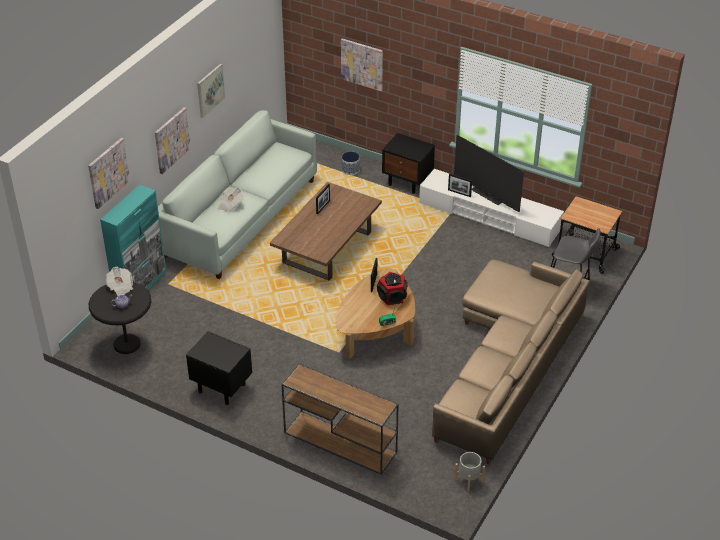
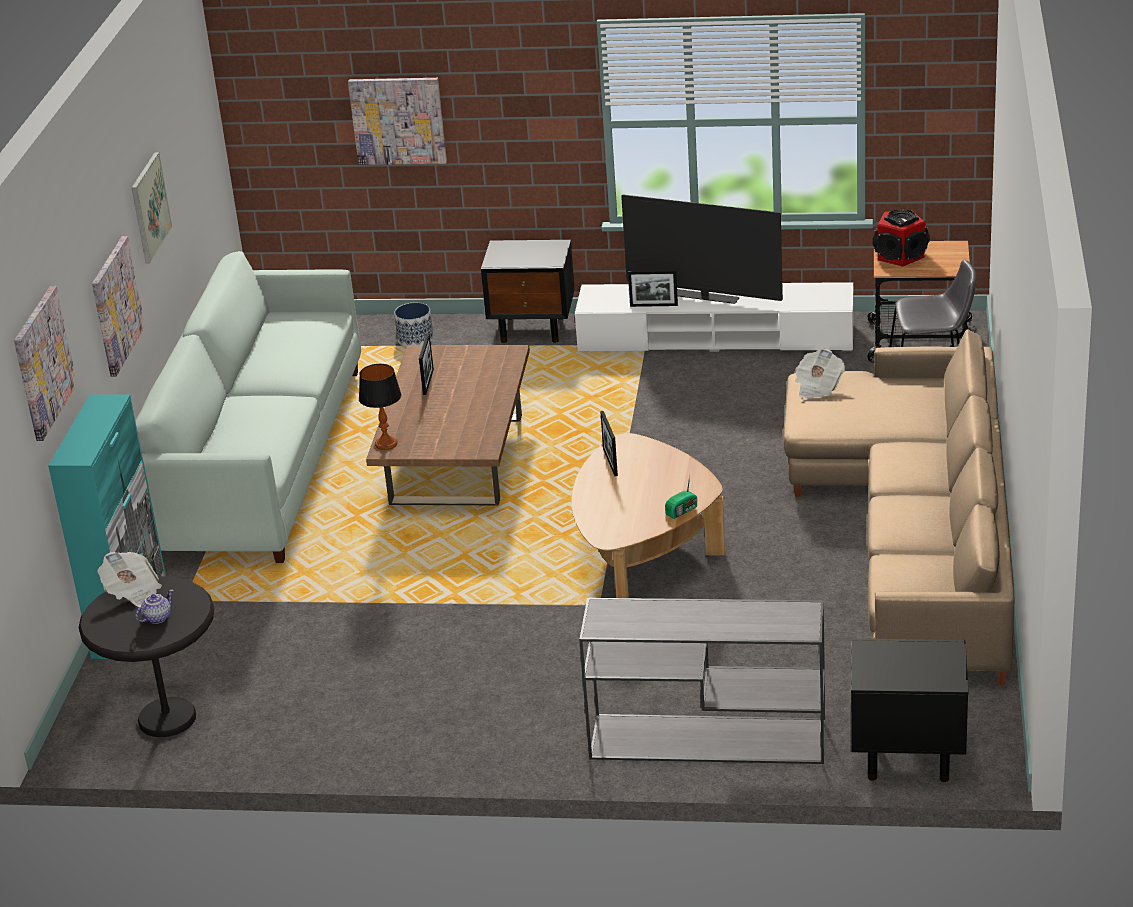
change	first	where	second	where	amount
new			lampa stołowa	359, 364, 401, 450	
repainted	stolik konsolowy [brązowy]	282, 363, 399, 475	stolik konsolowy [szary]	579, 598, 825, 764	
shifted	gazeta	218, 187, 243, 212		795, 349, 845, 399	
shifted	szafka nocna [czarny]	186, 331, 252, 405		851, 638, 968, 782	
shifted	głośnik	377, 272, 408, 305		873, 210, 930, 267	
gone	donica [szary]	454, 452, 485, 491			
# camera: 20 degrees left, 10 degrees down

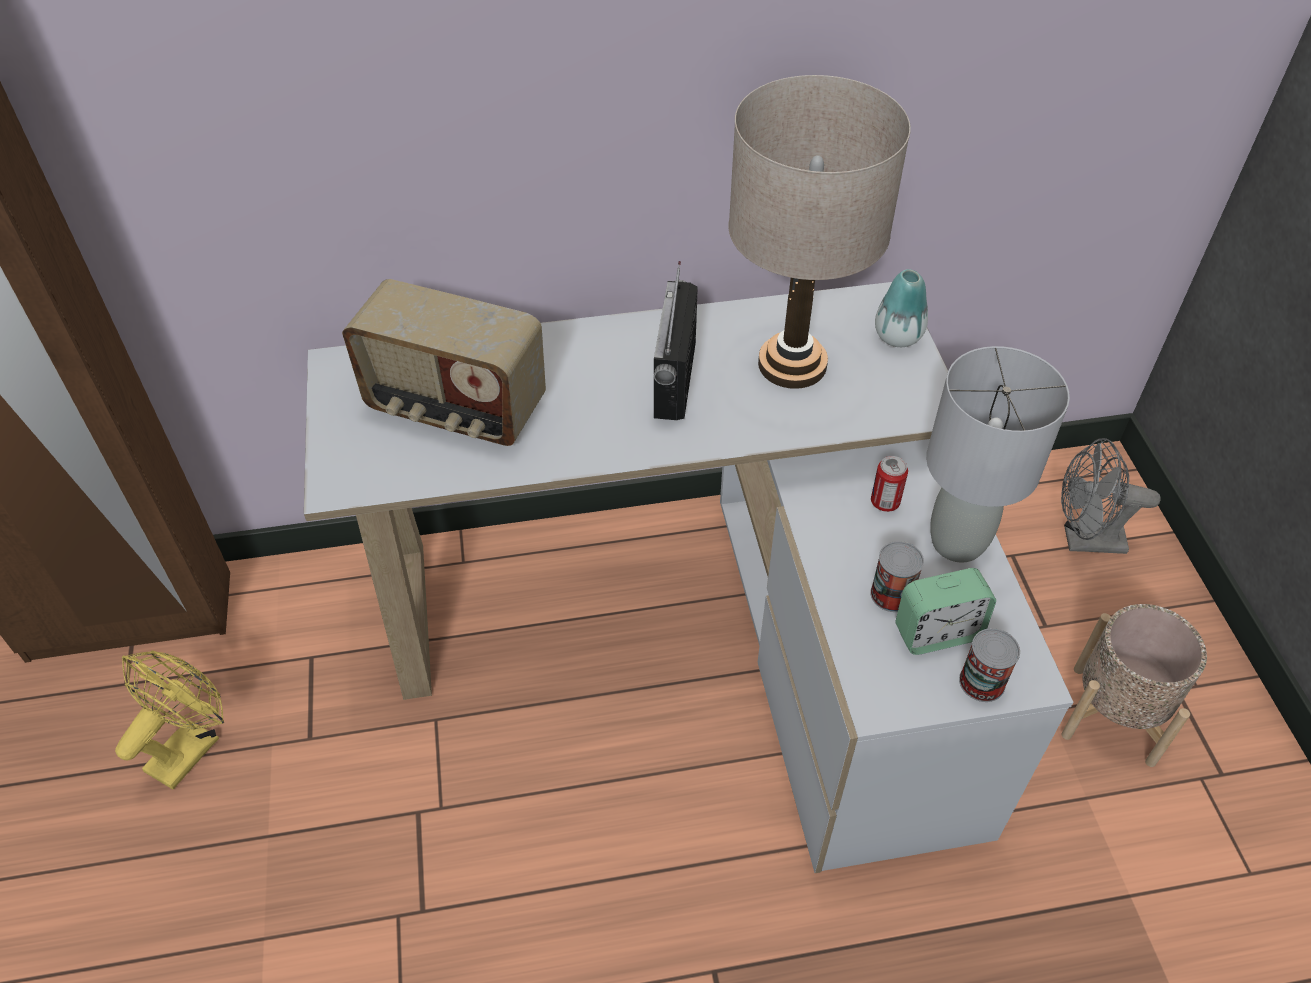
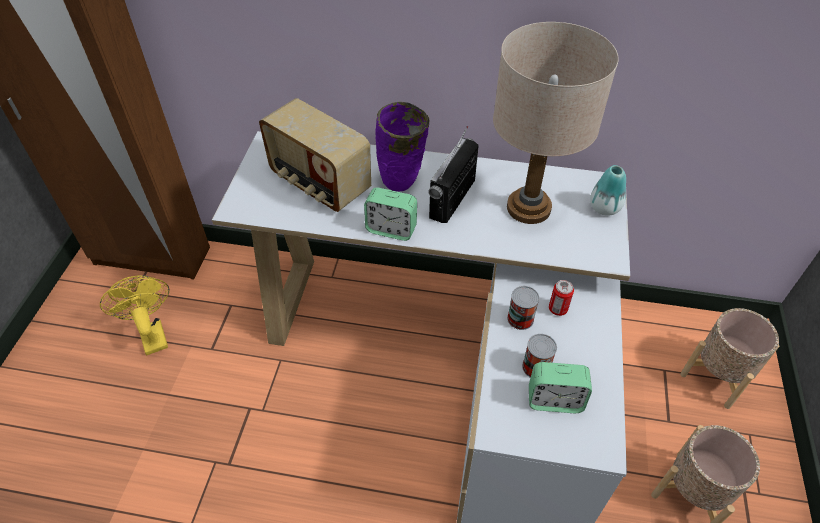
change	first	where	second	where	amount
rotated	wentylator [żółty]	115, 650, 224, 789		100, 275, 170, 355	75 degrees counterclockwise
new			budzik	364, 187, 417, 241	
new			wazon [fioletowy]	376, 102, 429, 192	
shifted	puszka	959, 628, 1020, 702		507, 286, 539, 330	
swapped	wentylator [szary]	1061, 438, 1161, 554	donica [beżowy]	680, 308, 779, 409	
gone	lampa stołowa [szary]	926, 346, 1070, 562			
# camera: 20 degrees right, 0 degrees up

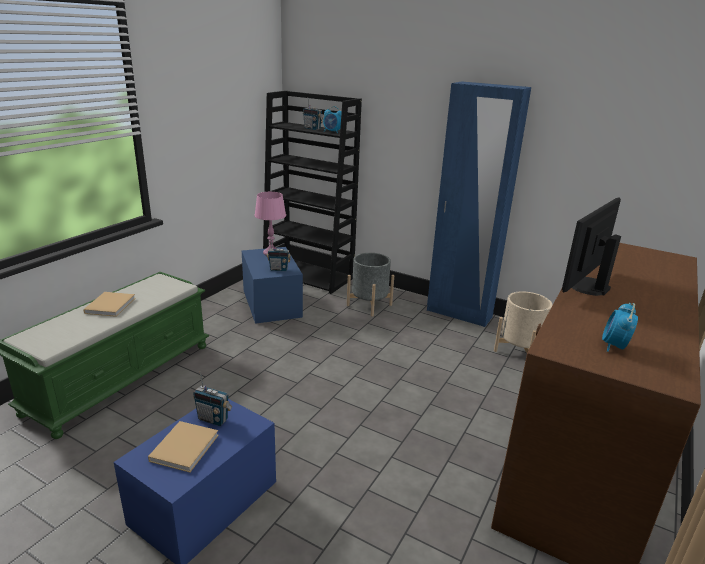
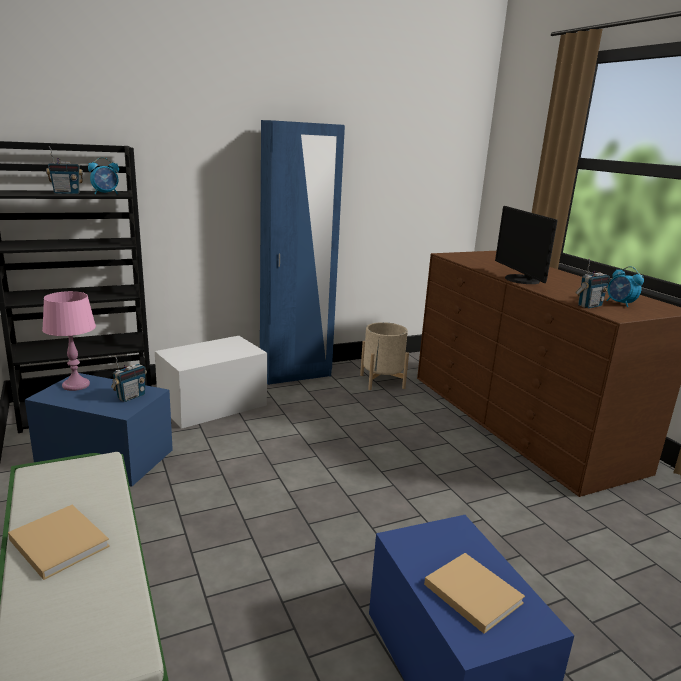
change	first	where	second	where	amount
swapped	donica [szary]	347, 253, 394, 316	pojemnik do przechowywania [biały]	155, 336, 267, 429	
shifted	radio	193, 371, 232, 426		575, 258, 610, 309	
# camera: 55 degrees left, 5 degrees down

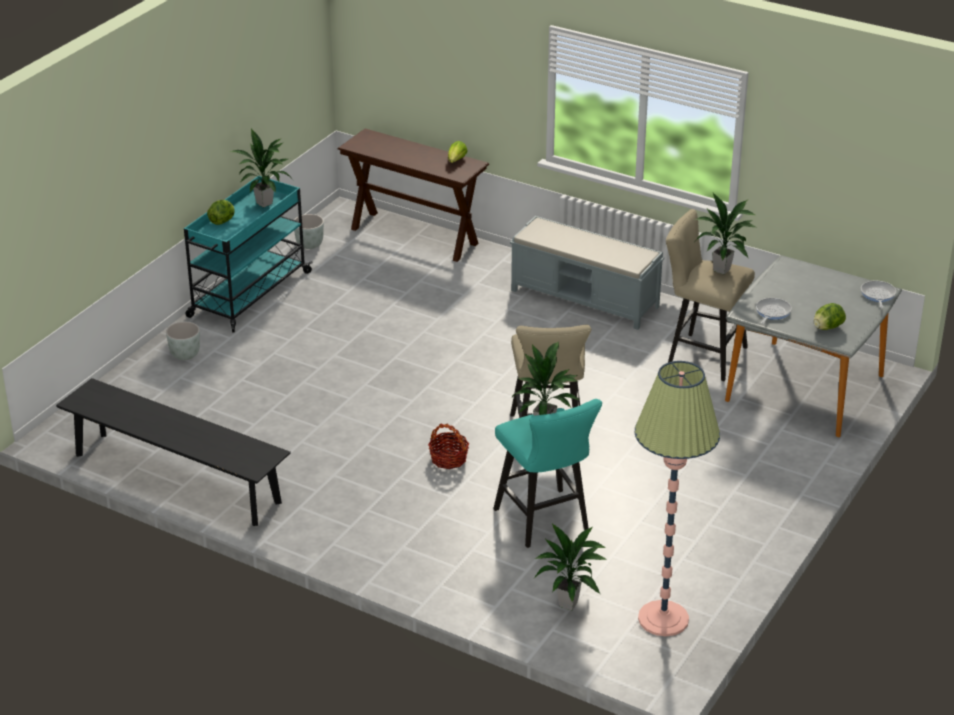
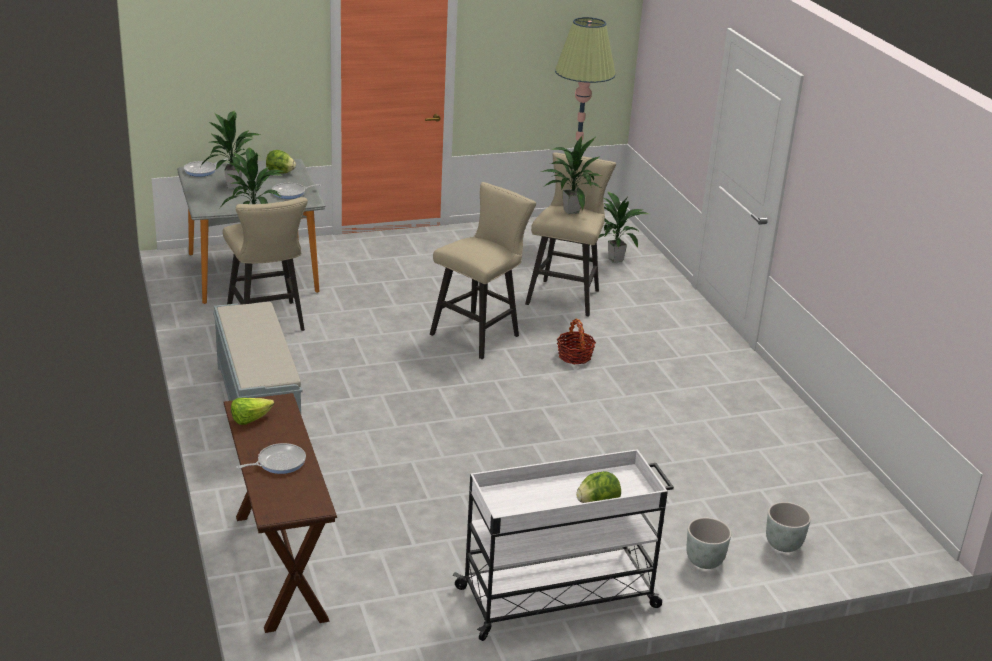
change	first	where	second	where	amount
shifted	roślina doniczkowa	229, 128, 290, 207		201, 110, 260, 189	
new			patelnia	236, 443, 306, 474	
repainted	wózek [turkusowy]	184, 176, 313, 332	wózek [biały]	453, 449, 674, 641	
repainted	stołek [turkusowy]	493, 399, 602, 548	stołek [beżowy]	525, 153, 616, 317	
shifted	donica [szary]	294, 214, 324, 249		766, 502, 811, 552	
gone	ławka [czarny]	56, 378, 291, 526			
# camera: 140 degrees left, 5 degrees down

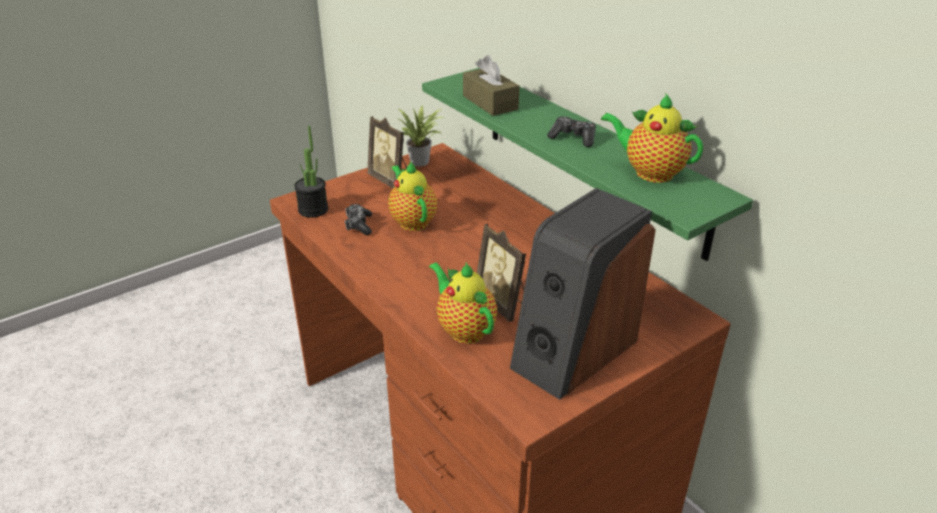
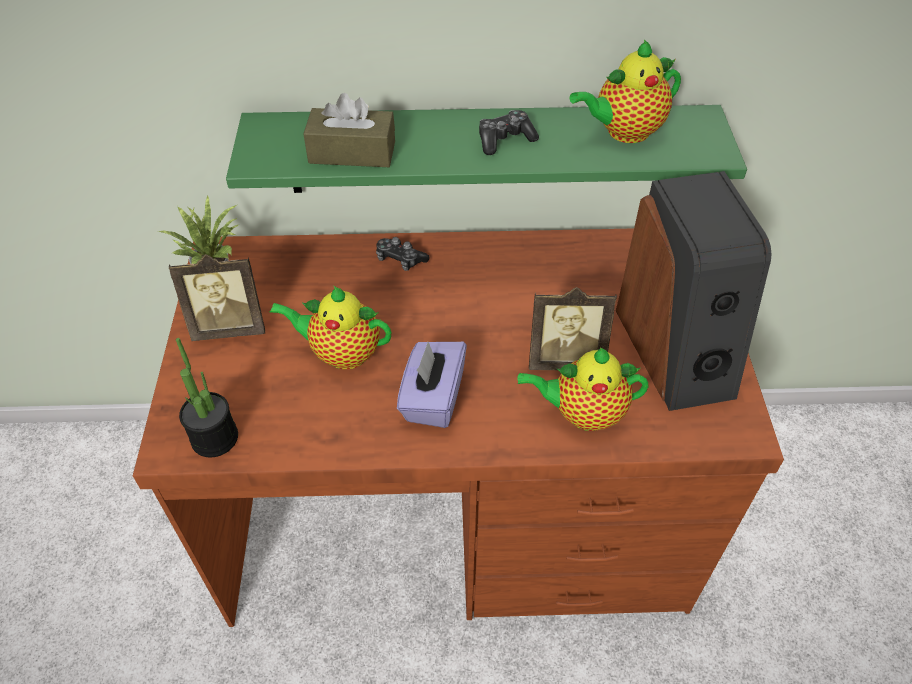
change	first	where	second	where	amount
shifted	pad do gier	344, 204, 372, 235		376, 237, 430, 271	
new			pudełko chusteczek [fioletowy]	397, 342, 467, 428	
# camera: 55 degrees left, 15 degrees up

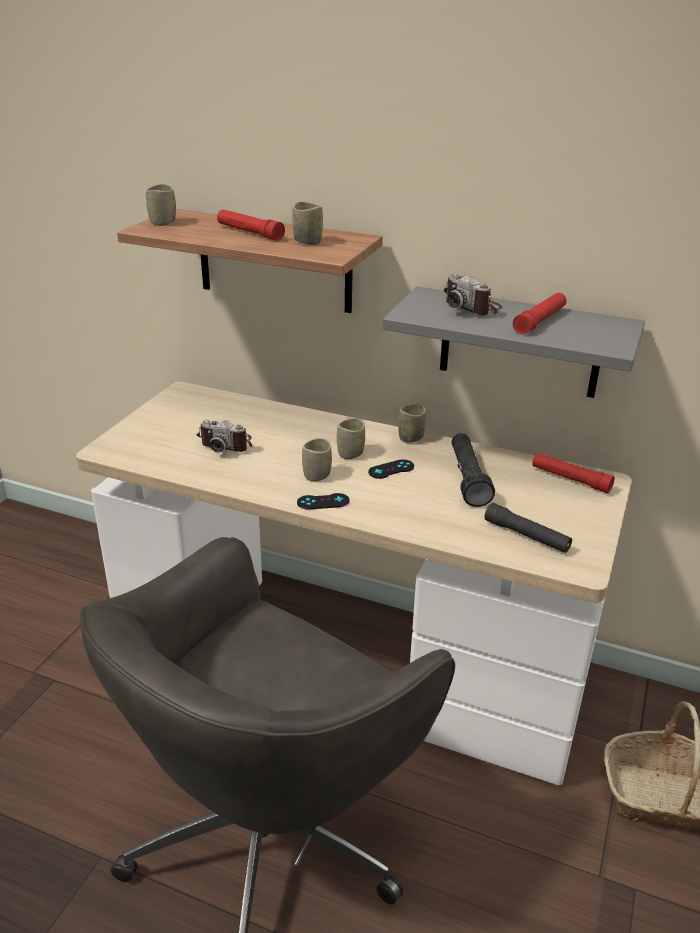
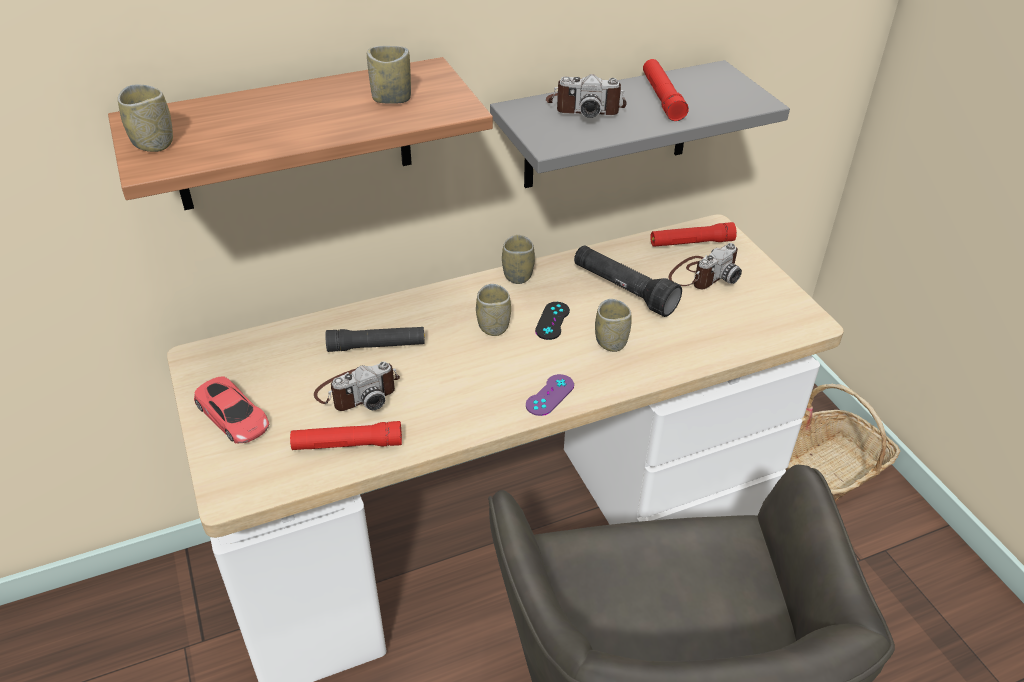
change	first	where	second	where	amount
new			samochodzik [czerwony]	194, 376, 269, 444	
shifted	latarka [czerwony]	217, 209, 285, 241		290, 421, 402, 450	
shifted	latarka [czarny]	484, 503, 572, 553		325, 327, 425, 352	
repainted	pad do gier [czarny]	297, 493, 350, 509	pad do gier [fioletowy]	526, 374, 574, 416	
shifted	filiżanka	302, 438, 332, 482		595, 299, 631, 352	
new			aparat fotograficzny	669, 243, 742, 289	
# camera: 45 degrees left, 10 degrees up

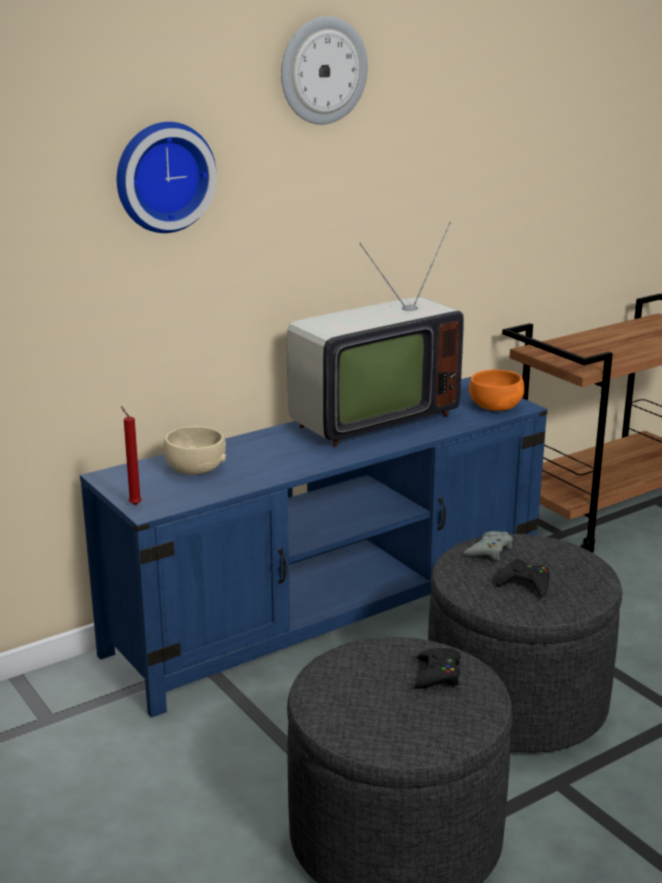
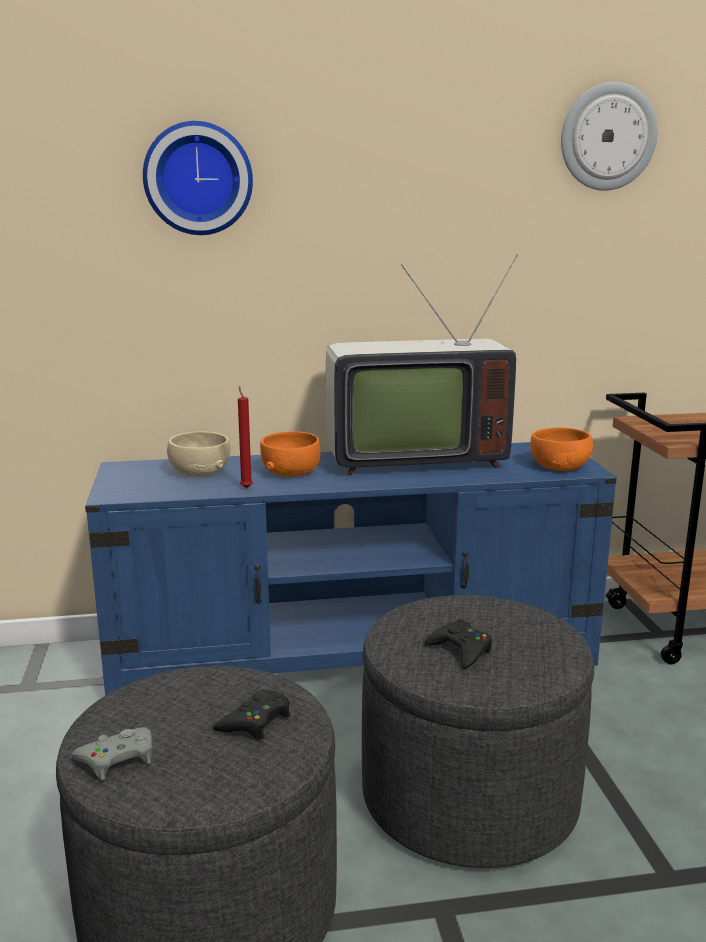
change	first	where	second	where	amount
shifted	pad do gier [szary]	463, 531, 513, 560		72, 727, 153, 780	
shifted	świeca [czerwony]	121, 406, 142, 505		238, 386, 253, 488	
new			miska [pomarańczowy]	260, 431, 320, 477	
shifted	zegar ścienny	281, 16, 368, 125		561, 82, 658, 191	
# camera: 25 degrees right, 5 degrees down

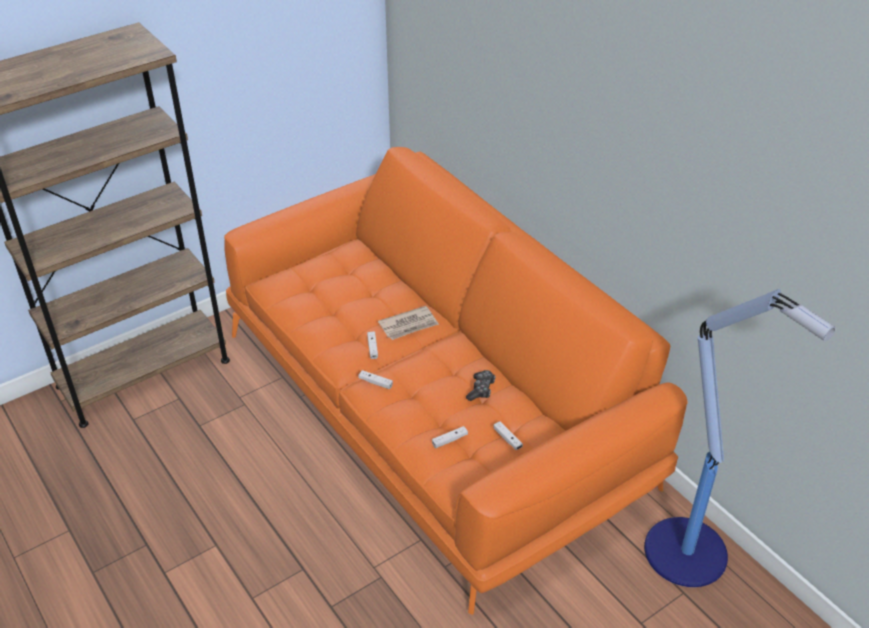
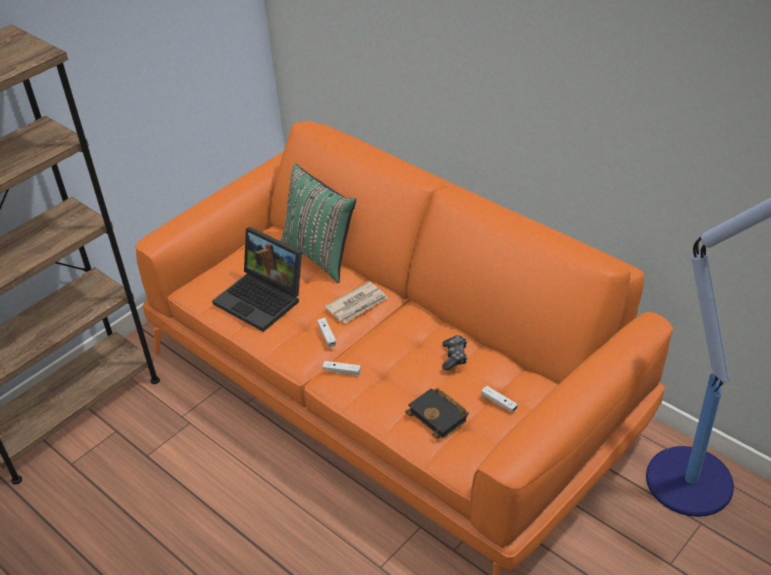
change	first	where	second	where	amount
new			laptop	212, 227, 302, 332	
new			poduszka [zielony]	280, 164, 356, 283	
swapped	pad do gier [biały]	432, 426, 468, 448	książka [czarny]	405, 388, 469, 439	
# camera: 10 degrees left, 0 degrees up

